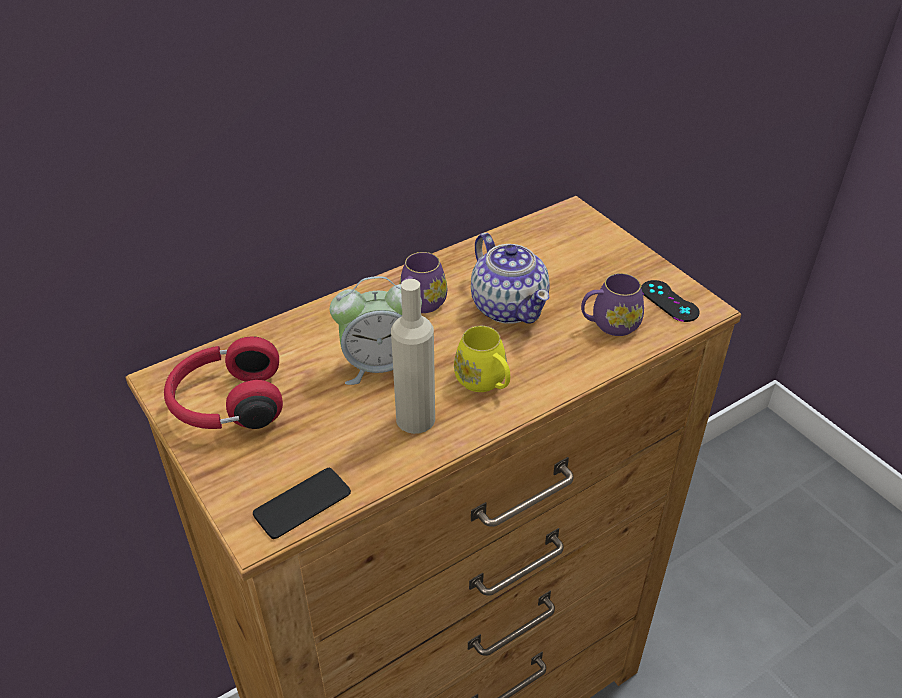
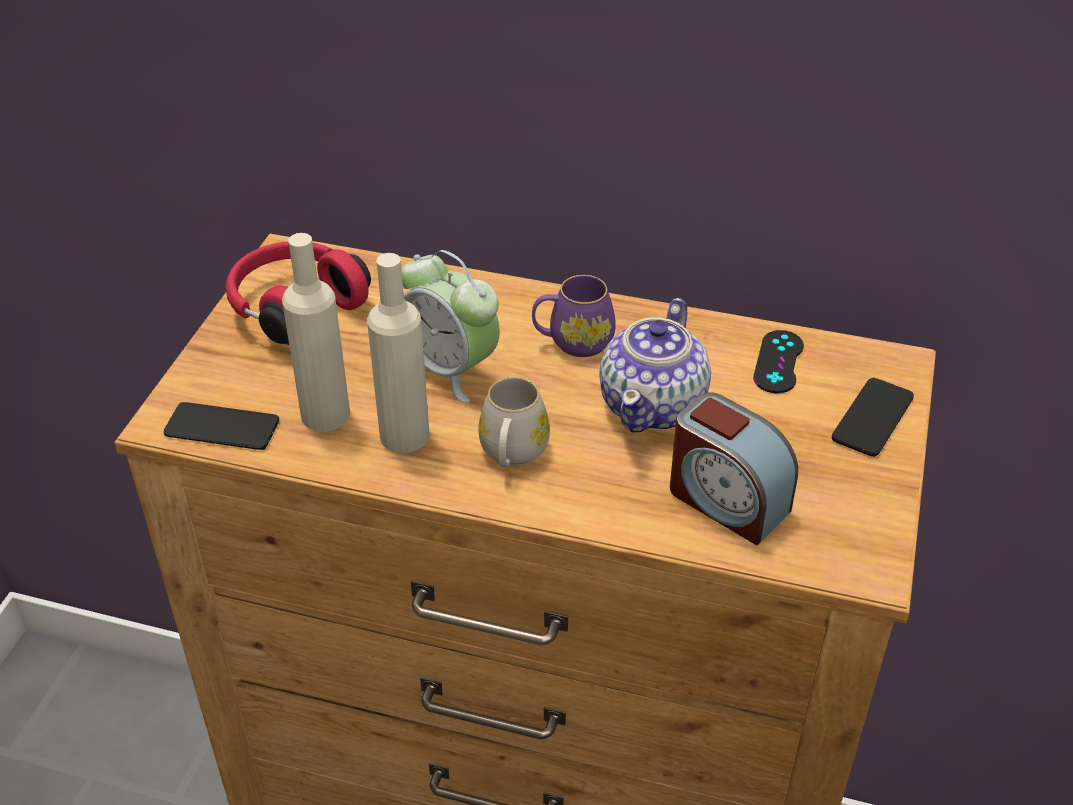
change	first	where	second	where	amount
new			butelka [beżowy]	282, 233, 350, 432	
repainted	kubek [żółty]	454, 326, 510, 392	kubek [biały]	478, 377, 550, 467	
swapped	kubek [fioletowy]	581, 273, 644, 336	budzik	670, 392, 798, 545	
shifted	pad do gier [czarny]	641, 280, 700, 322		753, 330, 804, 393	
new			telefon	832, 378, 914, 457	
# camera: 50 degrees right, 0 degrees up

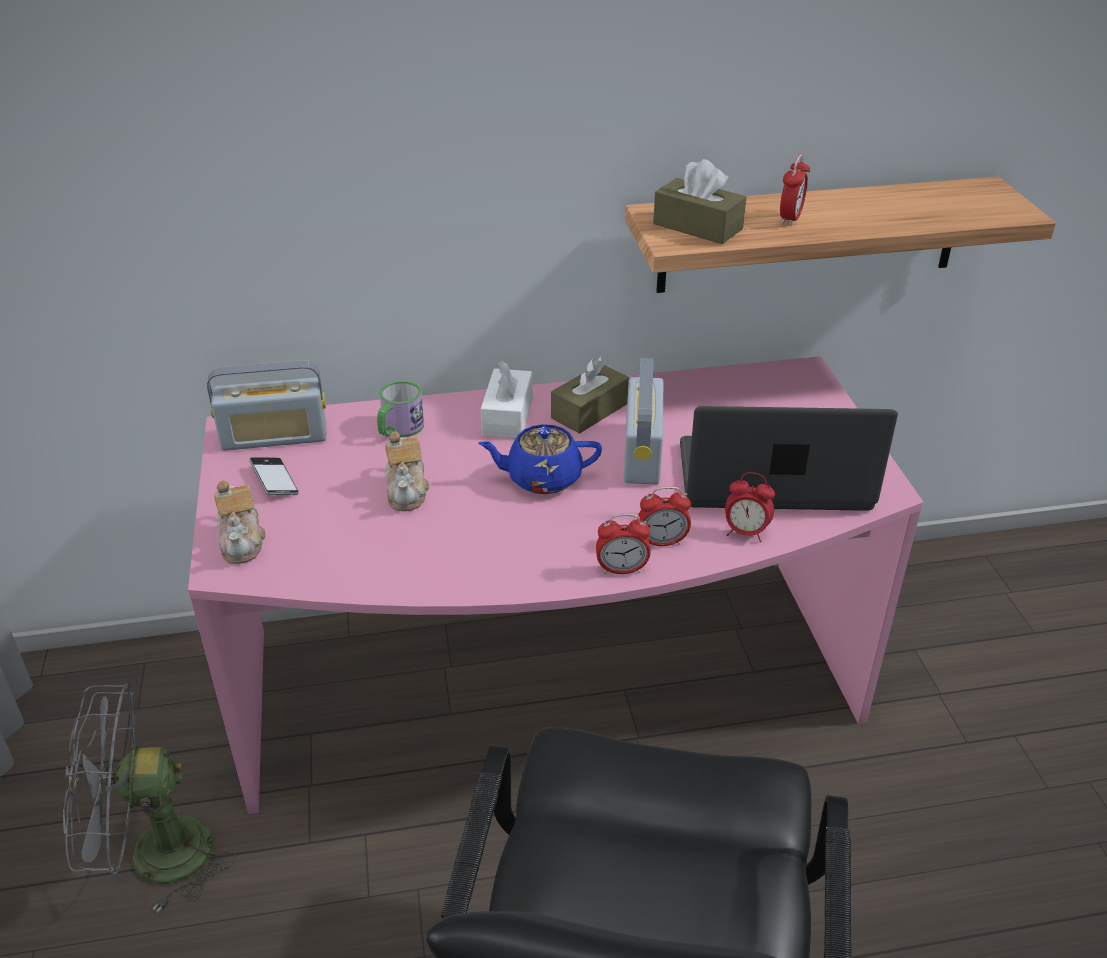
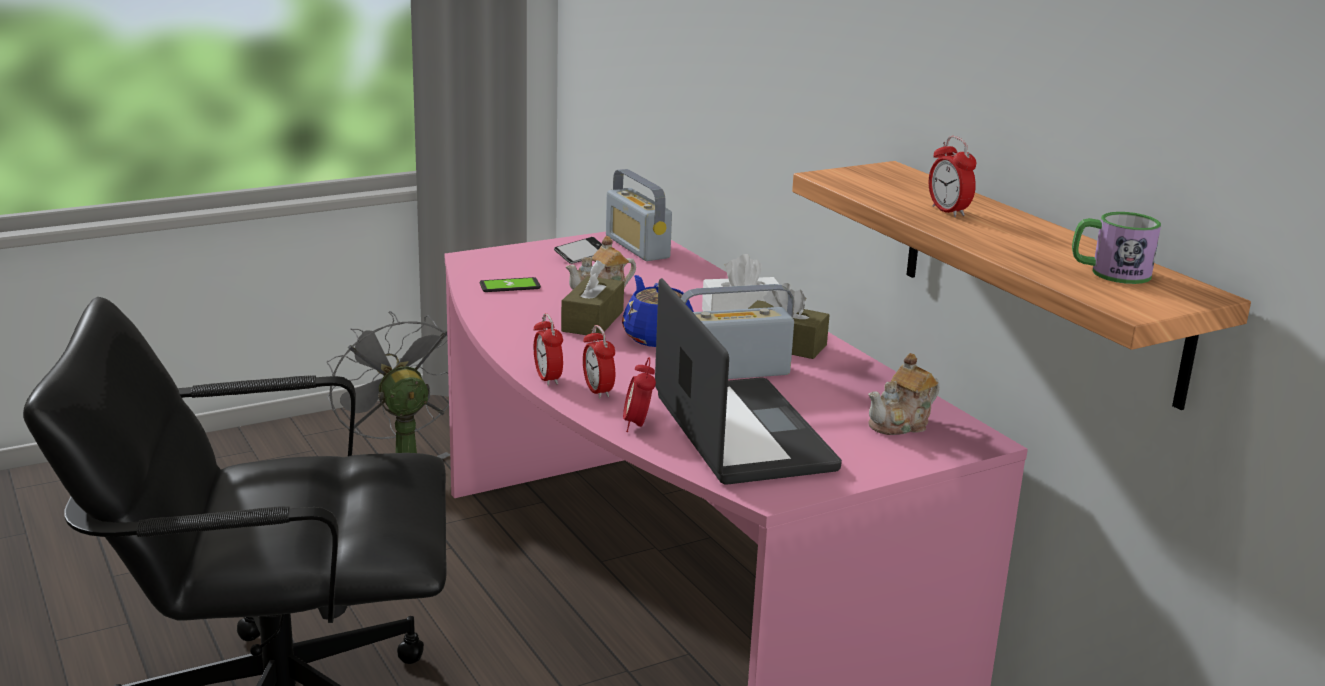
change	first	where	second	where	amount
new			telefon	480, 277, 541, 292	
shifted	pudełko chusteczek [brązowy]	653, 159, 747, 244		561, 260, 624, 335	
shifted	imbryk	214, 480, 266, 564		868, 353, 940, 435	
rotated	budzik	780, 154, 810, 226		929, 136, 976, 217	60 degrees clockwise
shifted	kubek	377, 381, 424, 437		1072, 212, 1161, 284	
# camera: 70 degrees right, 15 degrees down

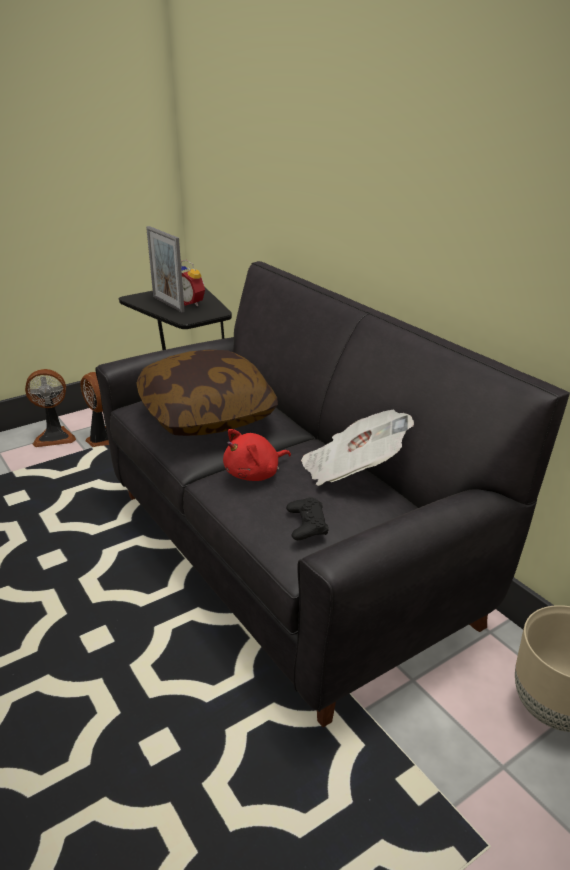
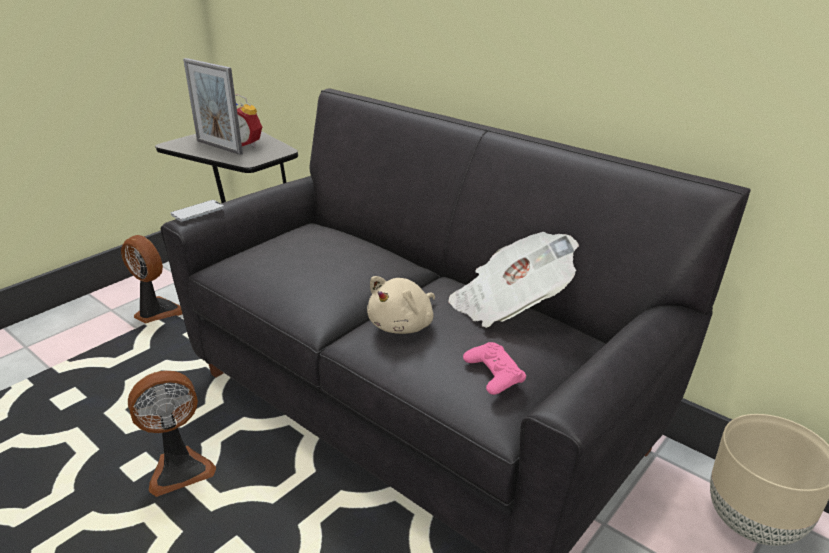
change	first	where	second	where	amount
shifted	wentylator	25, 369, 76, 447		128, 371, 216, 497	
new			telefon	171, 200, 224, 221	
repainted	pluszak [czerwony]	223, 429, 291, 481	pluszak [beżowy]	367, 276, 435, 334	
repainted	pad do gier [czarny]	286, 498, 329, 540	pad do gier [różowy]	463, 342, 526, 395	
gone	poduszka	137, 350, 278, 436			
# camera: 15 degrees left, 0 degrees up

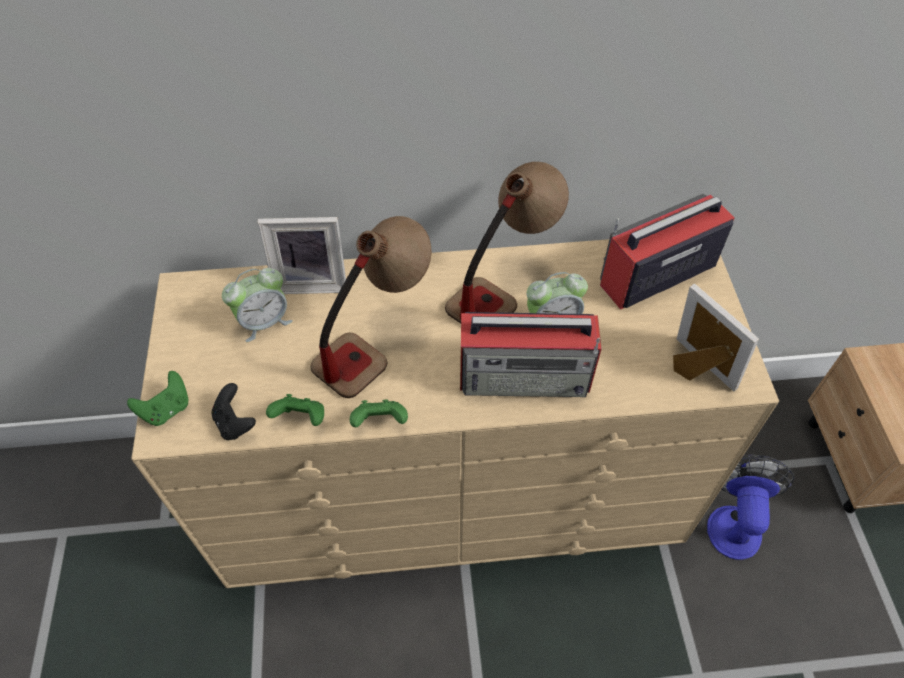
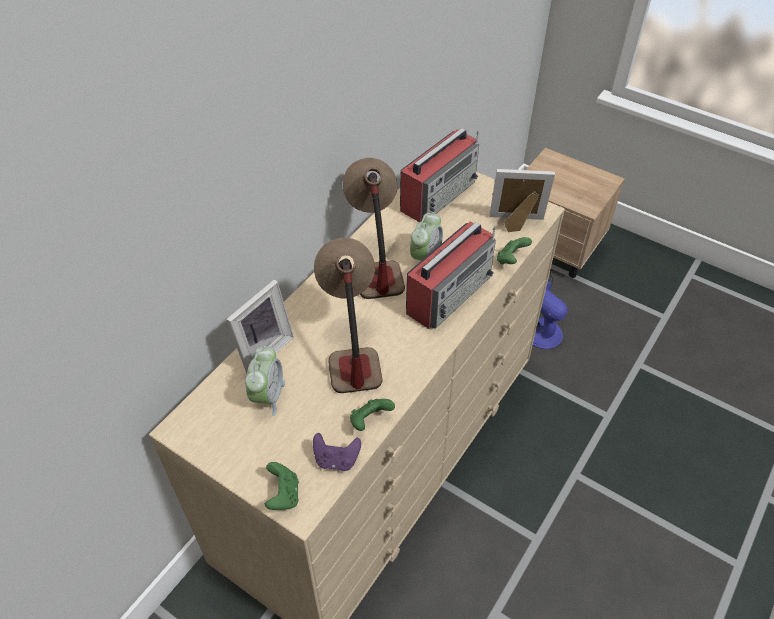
change	first	where	second	where	amount
repainted	pad do gier [czarny]	211, 383, 256, 440	pad do gier [fioletowy]	313, 433, 361, 471	
rotated	radio	600, 194, 735, 310		400, 128, 479, 222	150 degrees counterclockwise
shifted	pad do gier [zielony]	350, 399, 408, 427		497, 237, 532, 264	
# camera: 50 degrees left, 5 degrees down

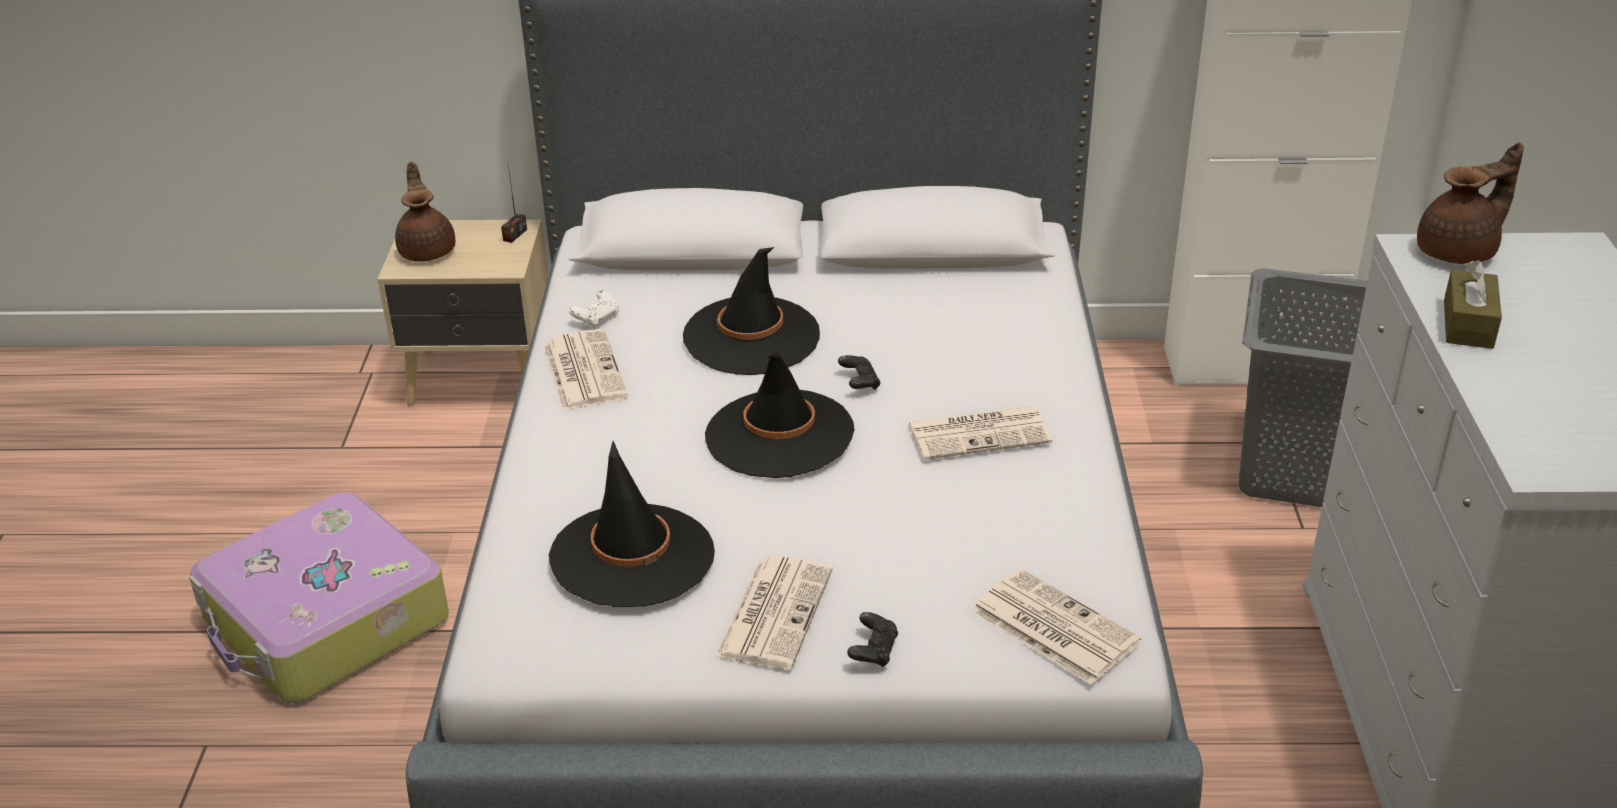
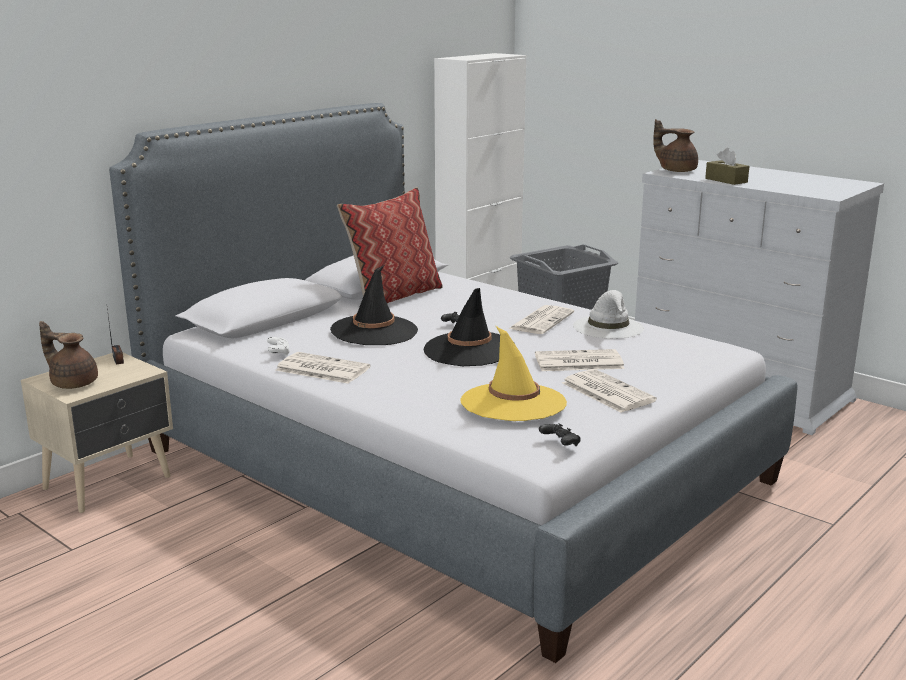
change	first	where	second	where	amount
new			poduszka	337, 187, 443, 303	
repainted	kapelusz [czarny]	549, 441, 715, 607	kapelusz [żółty]	460, 326, 567, 421	
shifted	gazeta	971, 569, 1141, 685		535, 349, 625, 371	
shifted	pad do gier [czarny]	847, 612, 898, 667		539, 424, 581, 446	
new			kapelusz [biały]	573, 290, 644, 339	
rotated	imbryk [brązowy]	1417, 142, 1524, 264		653, 119, 698, 172	75 degrees counterclockwise
gone	walizka	189, 492, 449, 703			
# camera: 50 degrees left, 15 degrees down

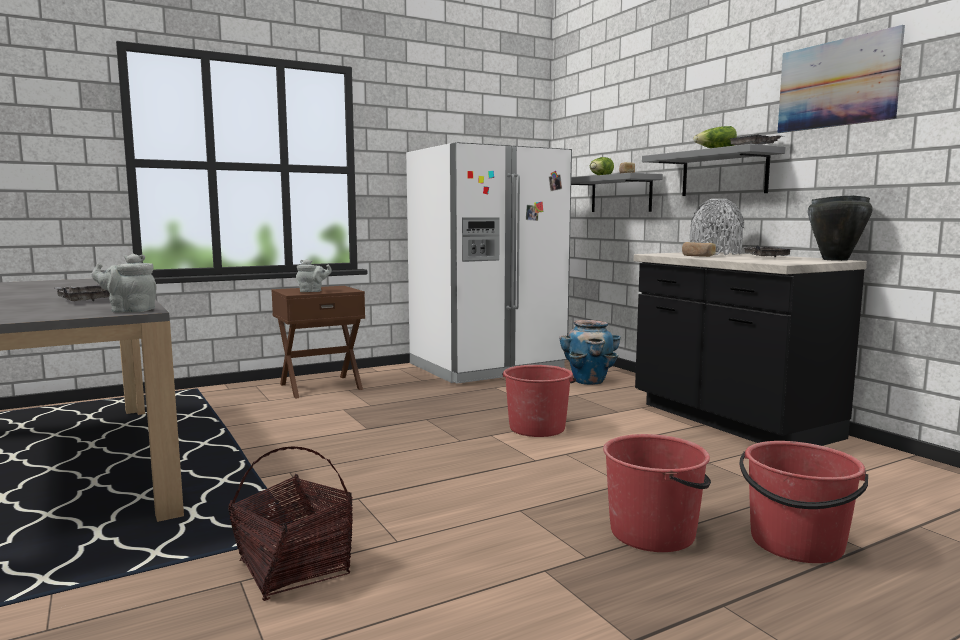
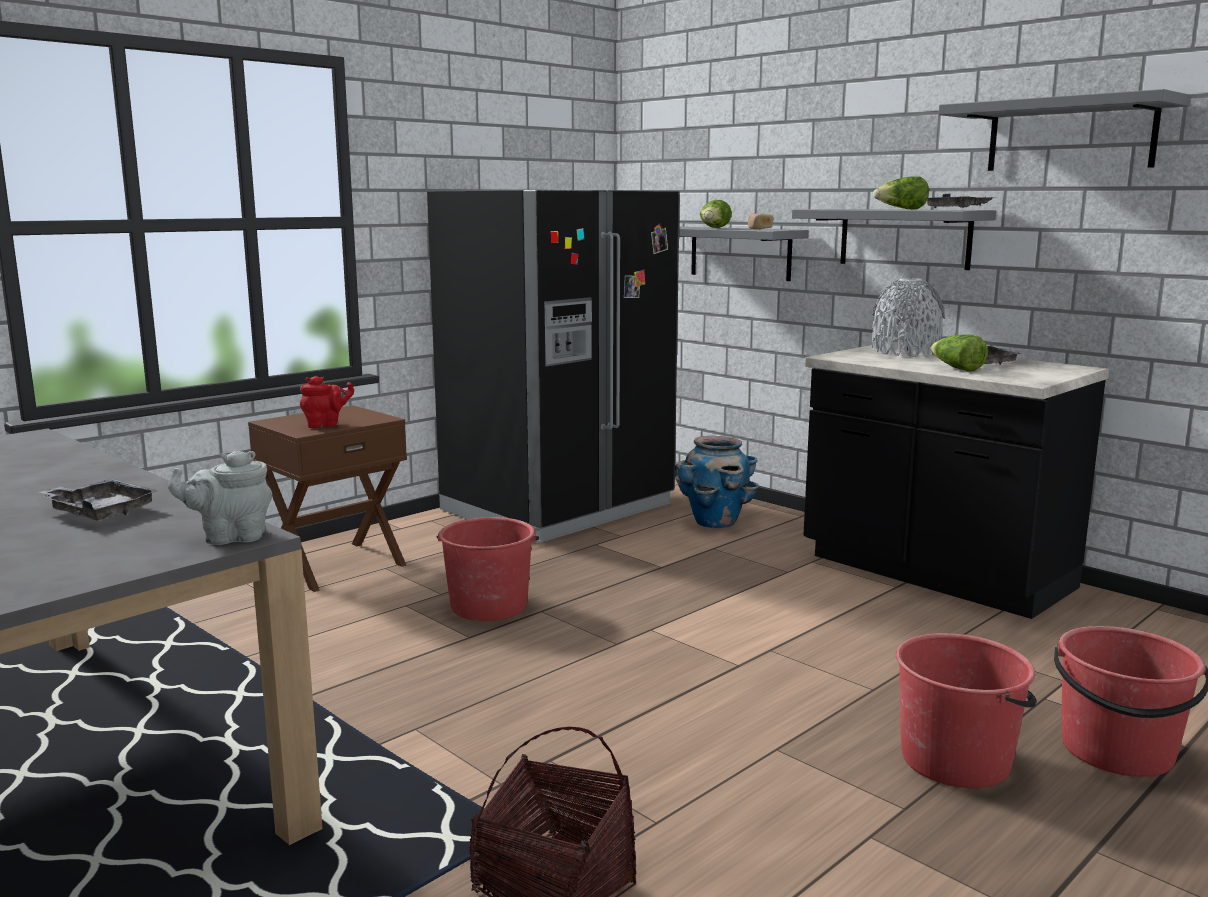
change	first	where	second	where	amount
repainted	imbryk [szary]	296, 259, 332, 292	imbryk [czerwony]	300, 376, 354, 428	
repainted	lodówka [biały]	406, 142, 572, 384	lodówka [czarny]	427, 190, 680, 543	
shifted	wiadro [czerwony]	502, 365, 576, 437		436, 517, 539, 621	
new			sałata	931, 334, 988, 372	
swapped	obraz	777, 25, 905, 133	półka [szary]	939, 89, 1191, 171	
gone	chleb	682, 242, 716, 257			
gone	garnek [czarny]	808, 195, 873, 261			
# camera: 15 degrees left, 5 degrees up

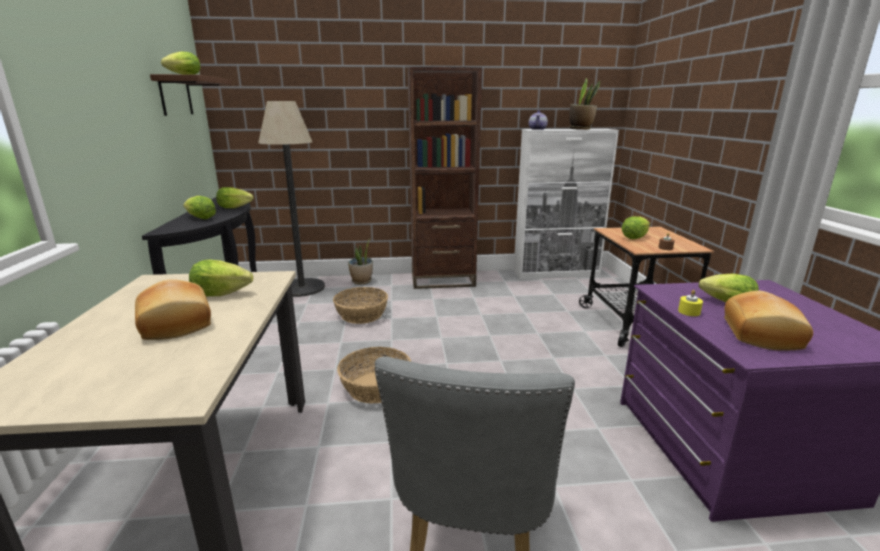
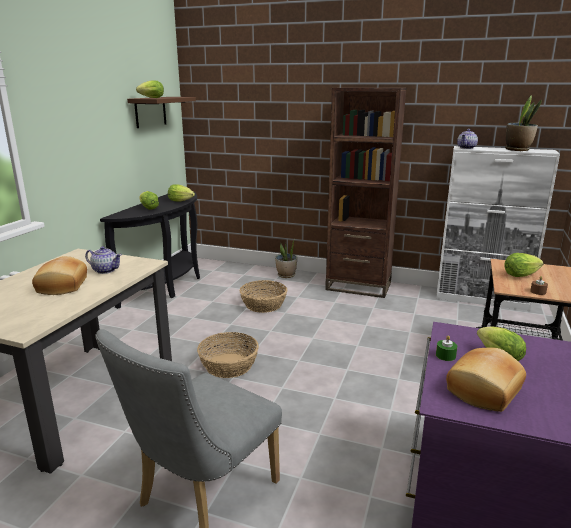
change	first	where	second	where	amount
swapped	sałata	189, 260, 253, 296	imbryk	85, 246, 122, 274	
repainted	świeca [żółty]	678, 290, 703, 316	świeca [zielony]	436, 335, 457, 361	
gone	lampa stojąca	258, 101, 325, 297			
# camera: 25 degrees right, 0 degrees up

